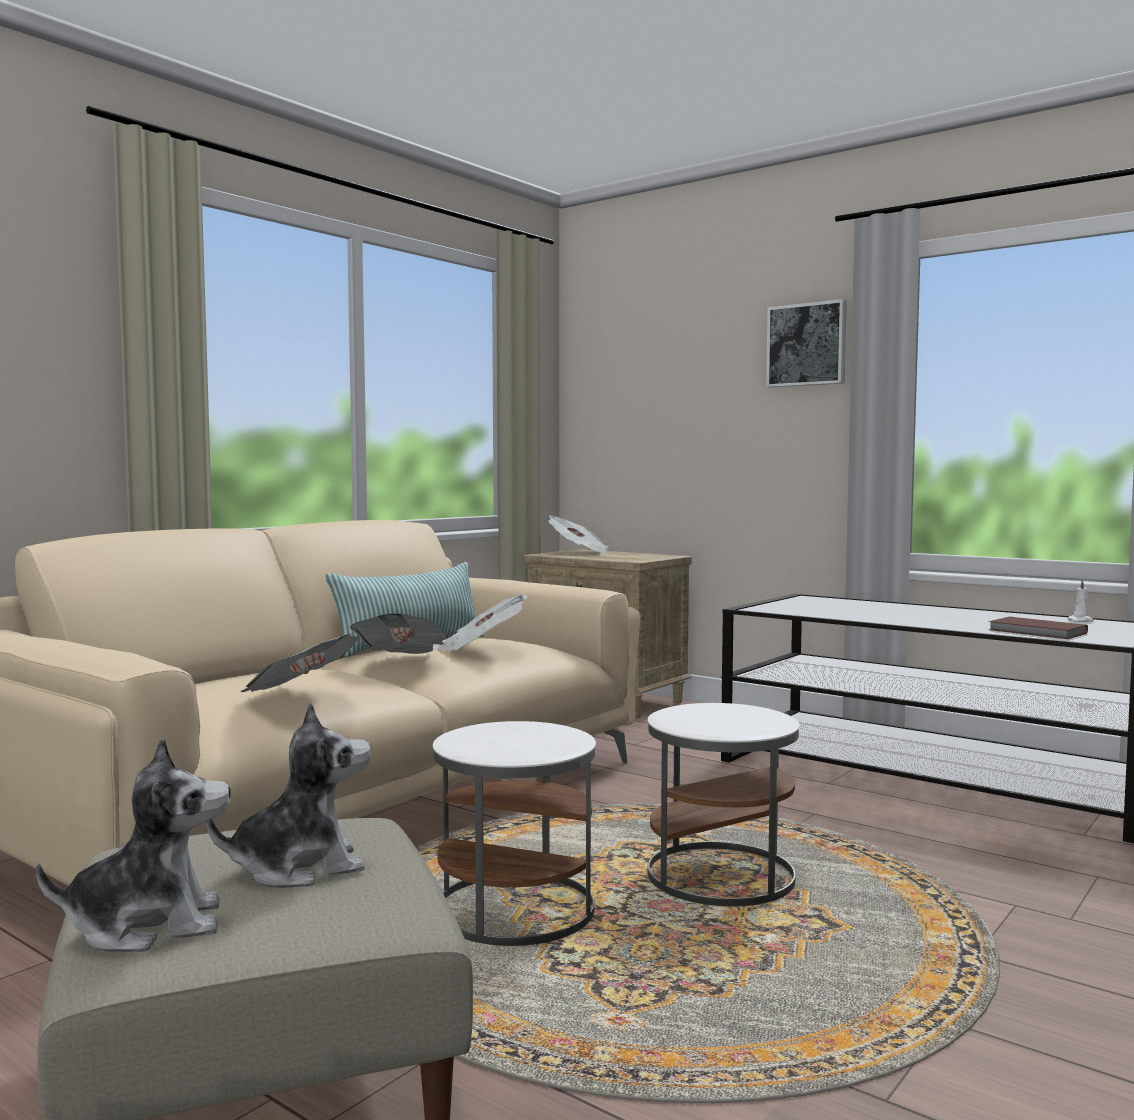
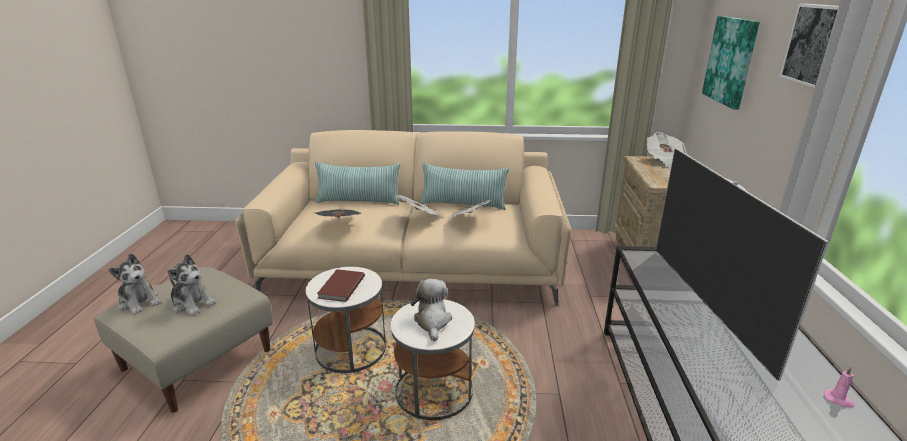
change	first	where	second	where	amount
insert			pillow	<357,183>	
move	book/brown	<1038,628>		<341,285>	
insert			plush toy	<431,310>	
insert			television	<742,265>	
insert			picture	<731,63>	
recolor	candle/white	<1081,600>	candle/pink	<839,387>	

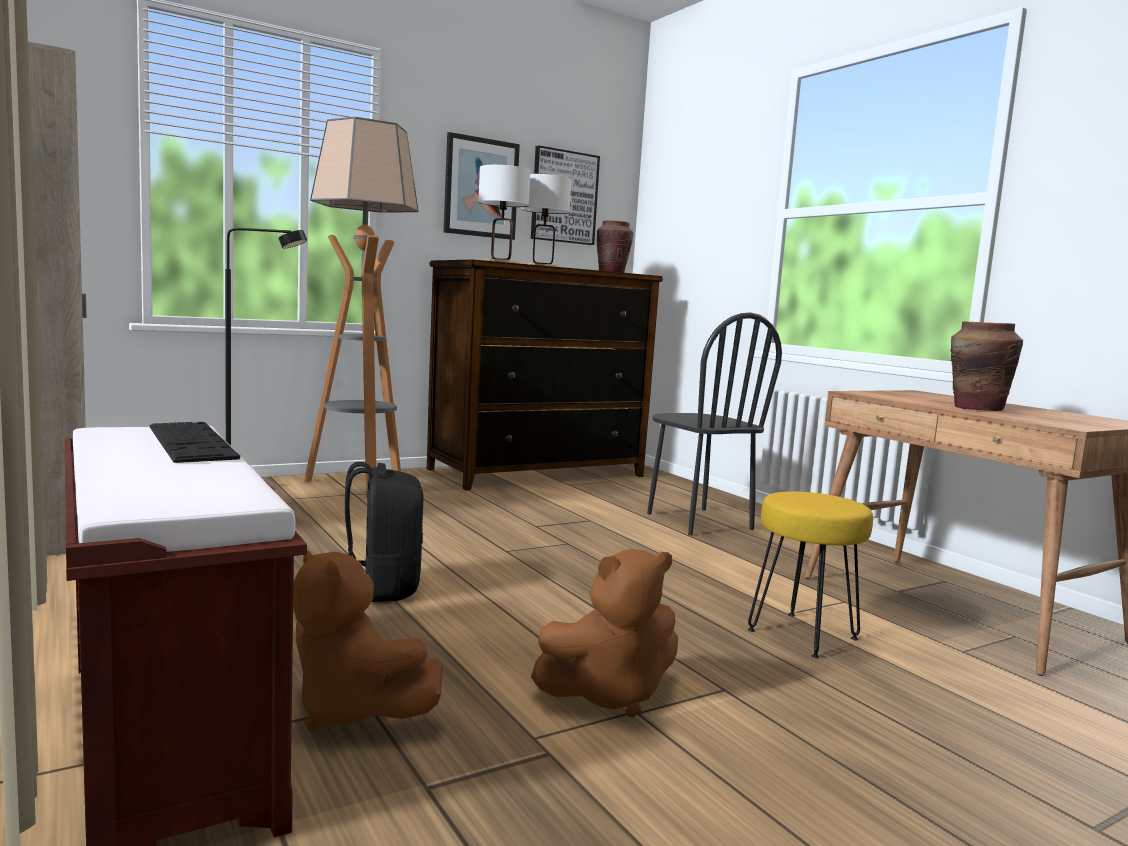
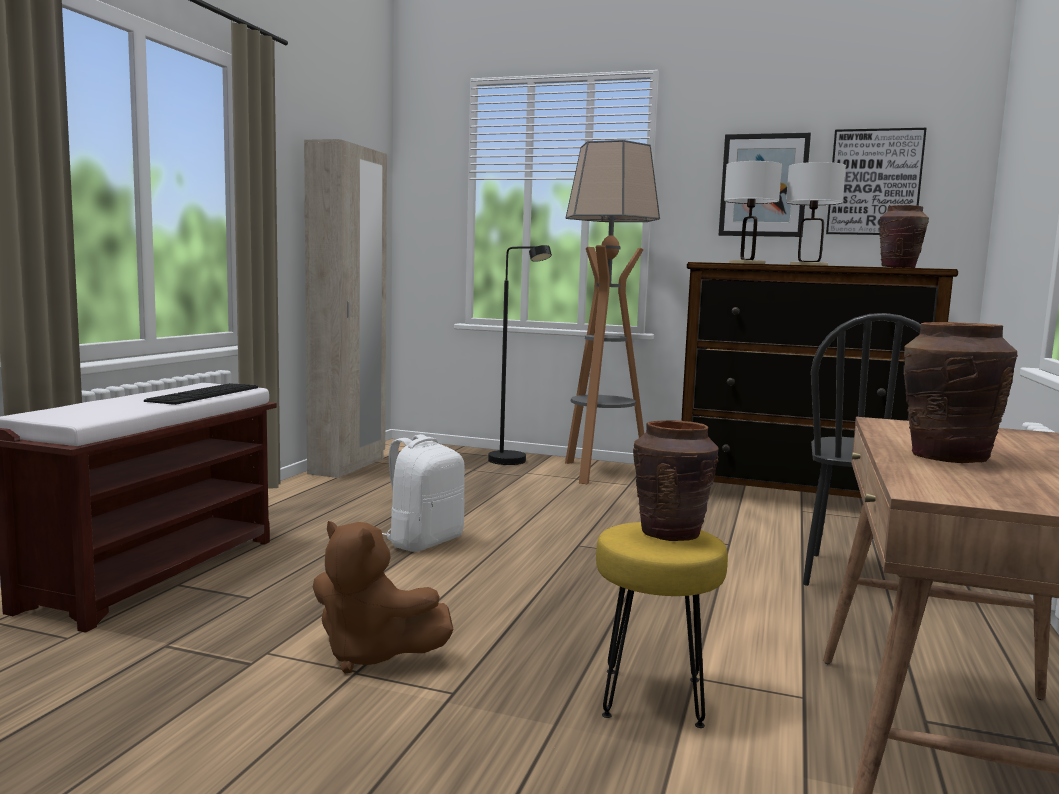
change	first	where	second	where	amount
recolor	backpack/black	<384,532>	backpack/white	<423,493>	
insert			vase/brown	<676,480>	
delete	plush toy/brown	<368,640>			

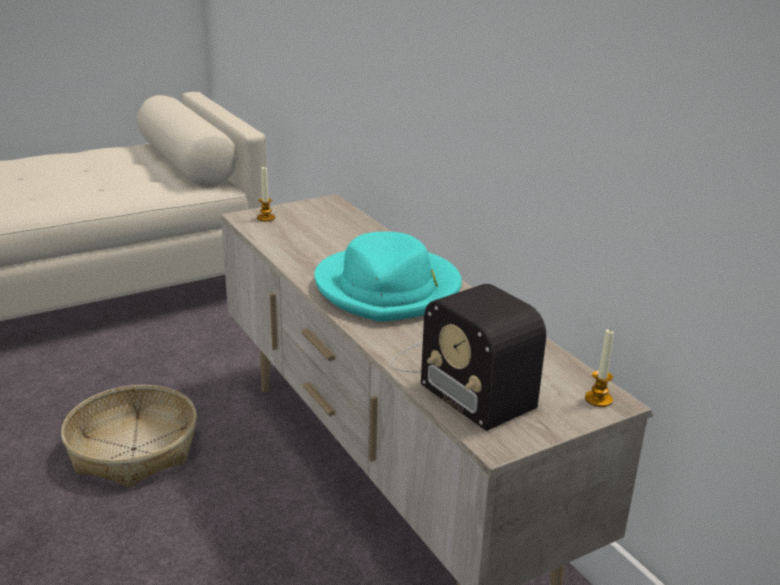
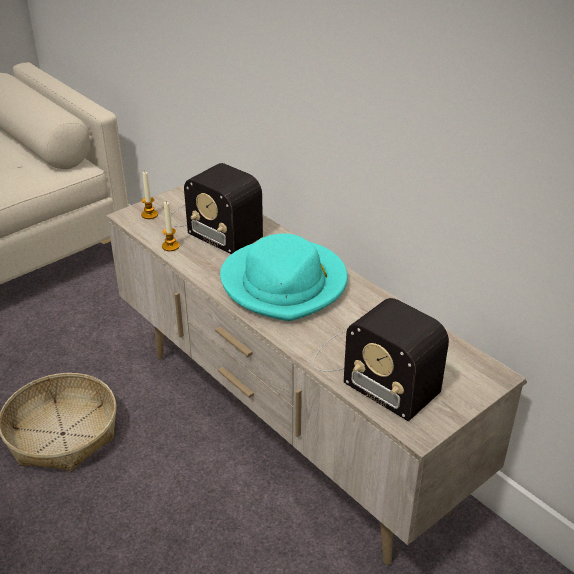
change	first	where	second	where	amount
move	candle	<599,368>		<171,226>	
insert			radio	<217,208>	

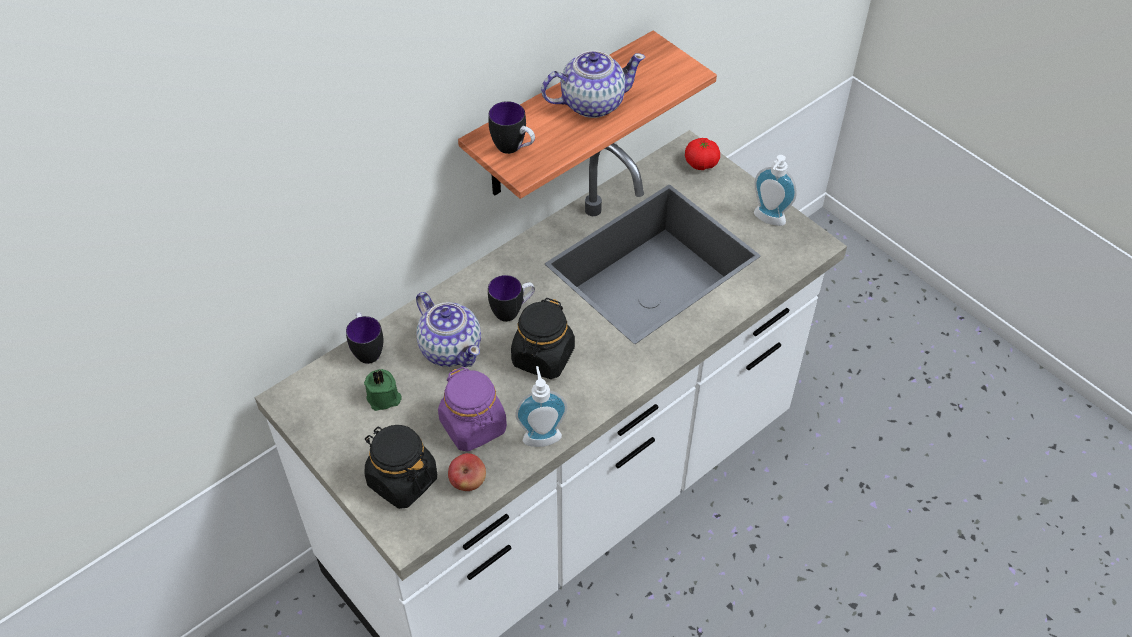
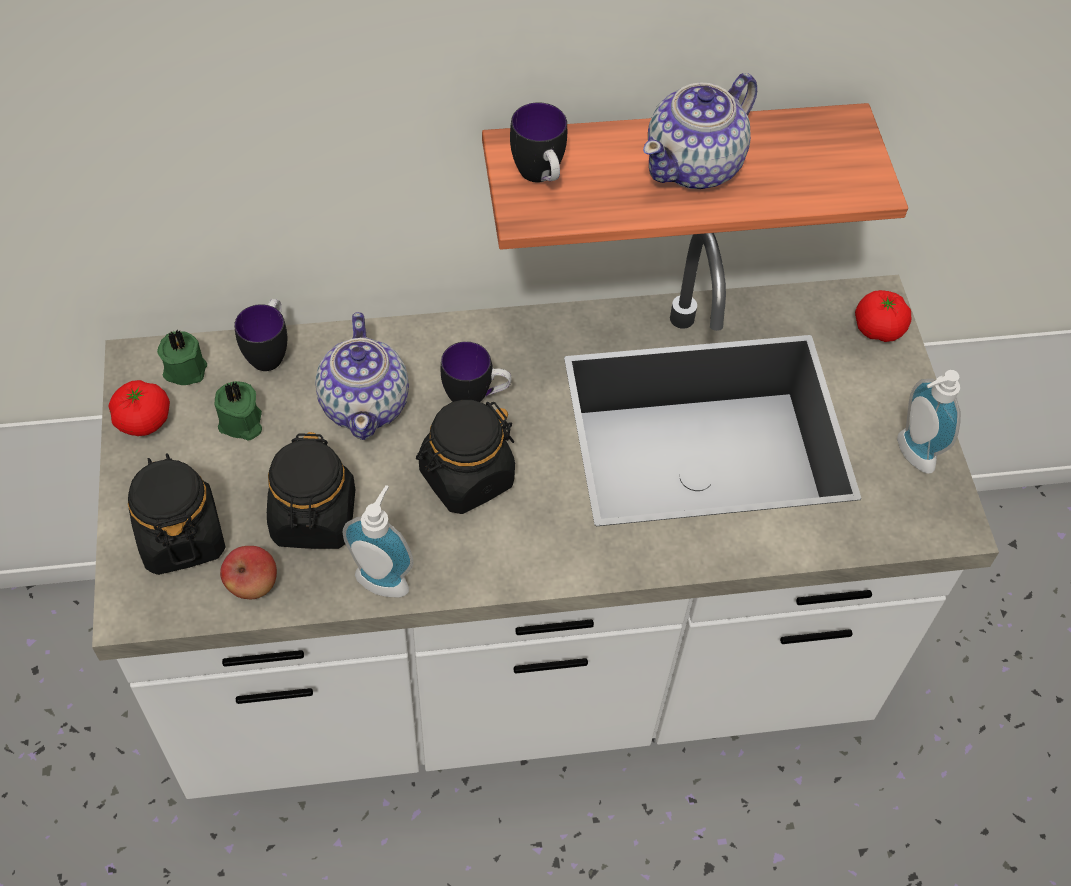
change	first	where	second	where	amount
insert			tomato	<139,408>	
insert			candle/green	<182,357>	
recolor	jar/purple	<472,409>	jar/black	<311,490>	
rotate	teapot	<593,84>		<700,131>	120 degrees clockwise

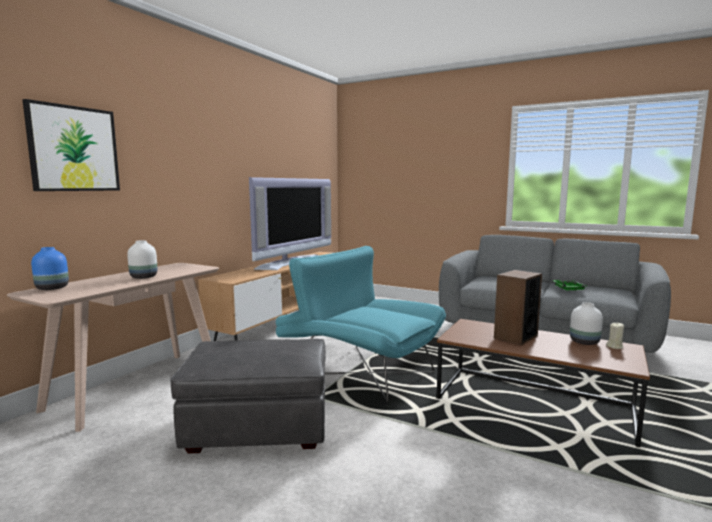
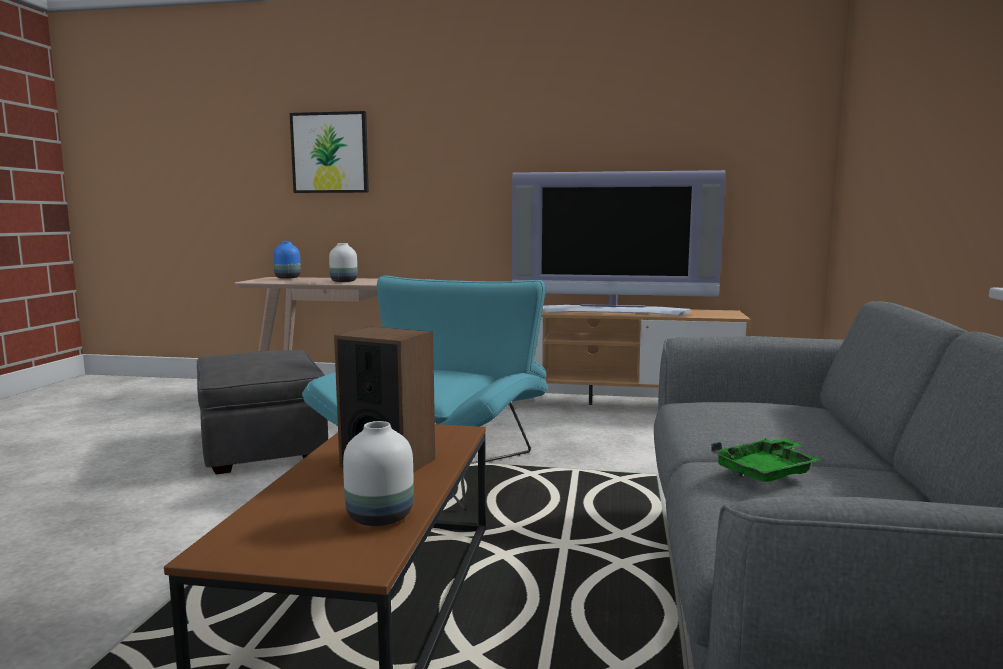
change	first	where	second	where	amount
delete	candle/beige	<615,335>			

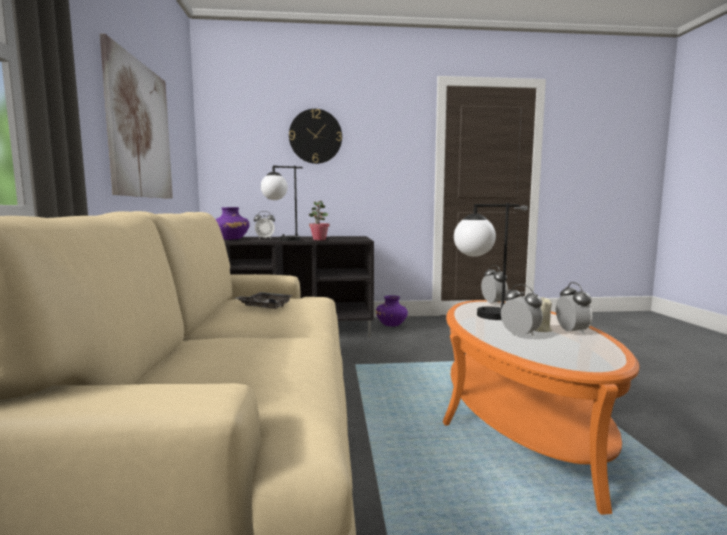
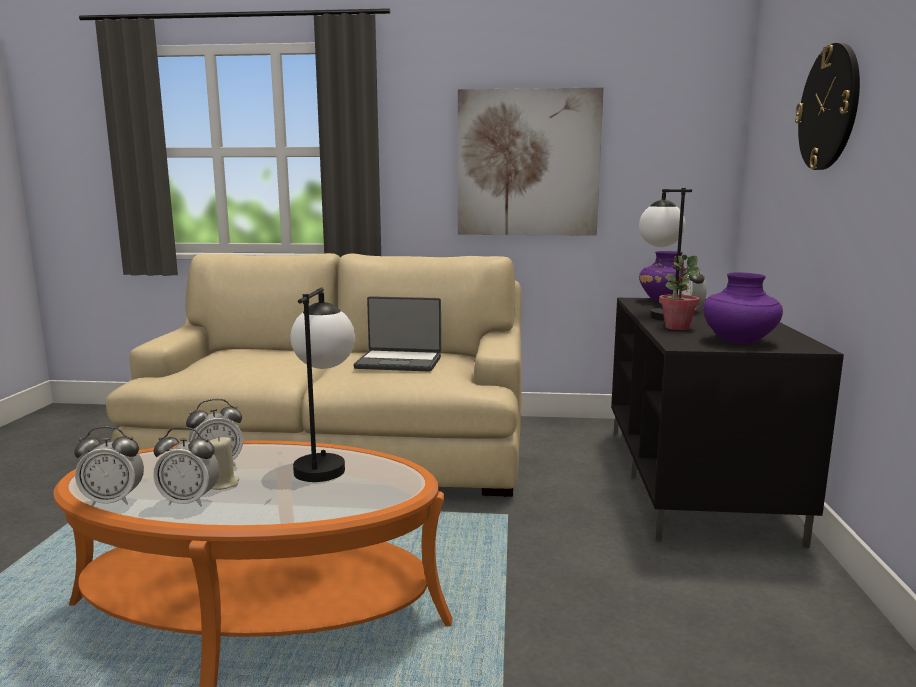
change	first	where	second	where	amount
move	alarm clock	<494,284>		<109,466>	
replace	tray/grey	<263,300>	laptop	<397,334>	
move	vase/purple	<392,311>		<743,308>	

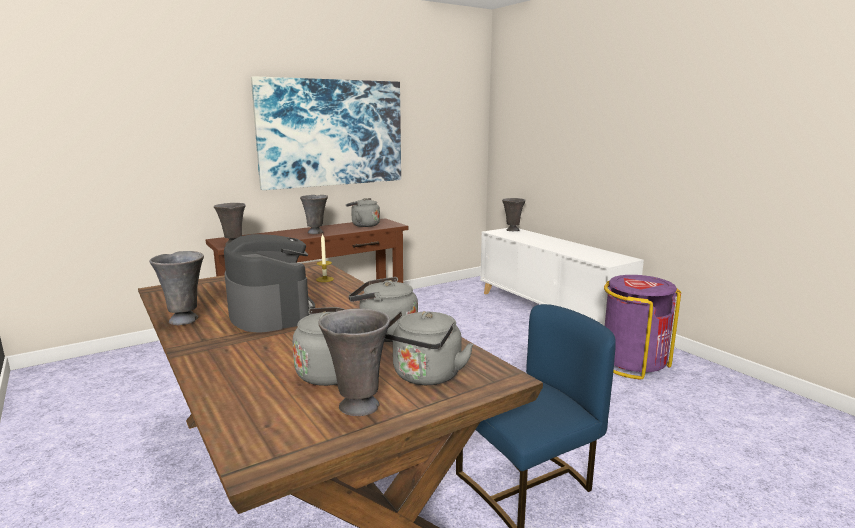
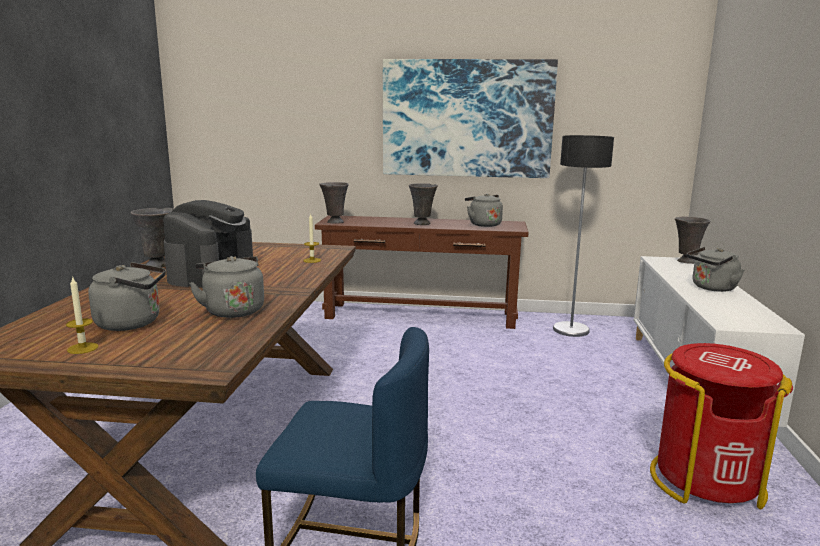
change	first	where	second	where	amount
replace	vase/grey	<354,362>	candle	<82,315>	
insert			floor lamp	<583,236>	
recolor	trash can/purple	<643,327>	trash can/red	<721,426>	
move	kettle/grey	<429,348>		<715,269>	

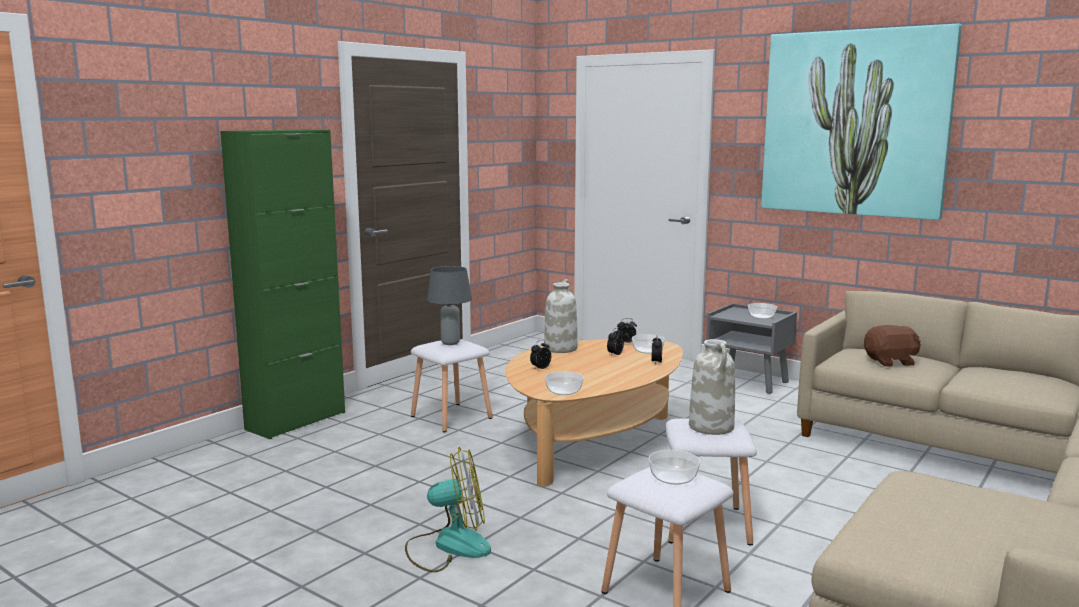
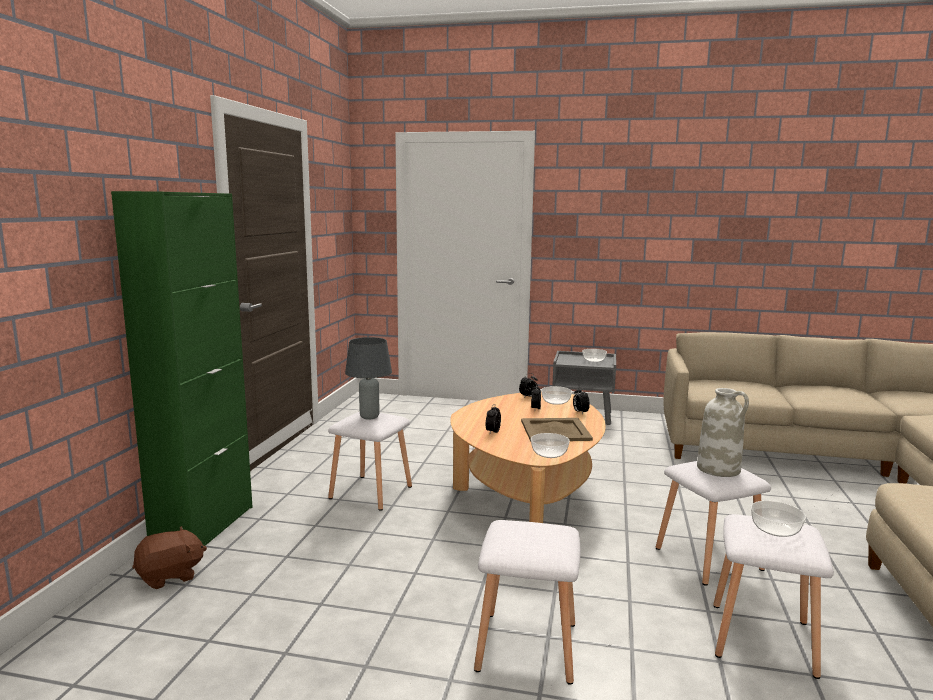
change	first	where	second	where	amount
move	plush toy/brown	<892,346>		<169,557>	
replace	fan	<448,509>	stool/white	<527,602>	
insert			tray/beige	<557,430>	
delete	vase/white	<561,316>			
delete	picture	<861,122>			

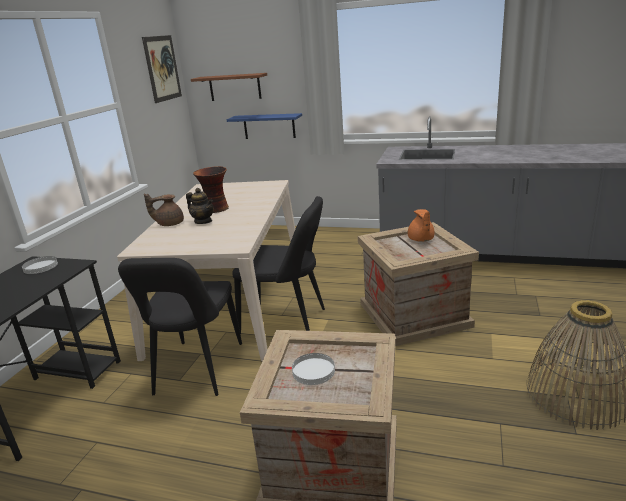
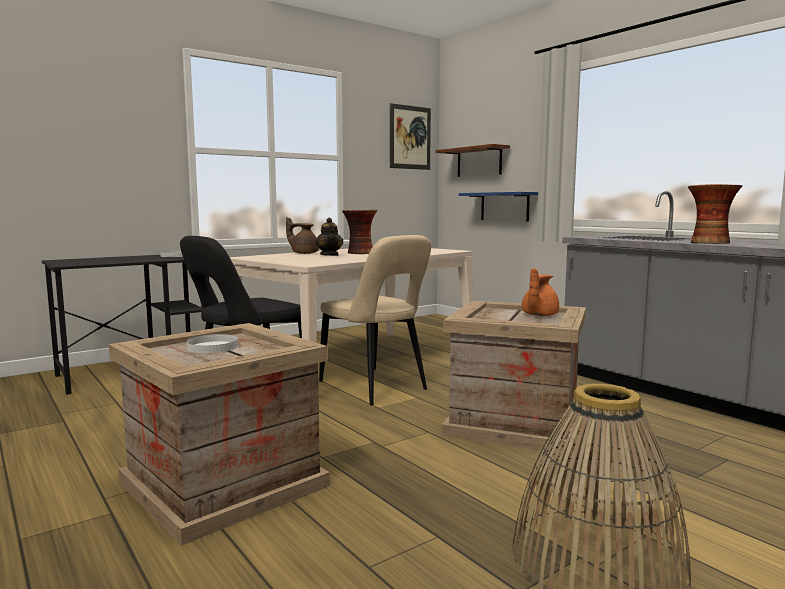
change	first	where	second	where	amount
recolor	chair/black	<278,265>	chair/beige	<375,320>	
insert			vase	<715,214>	

